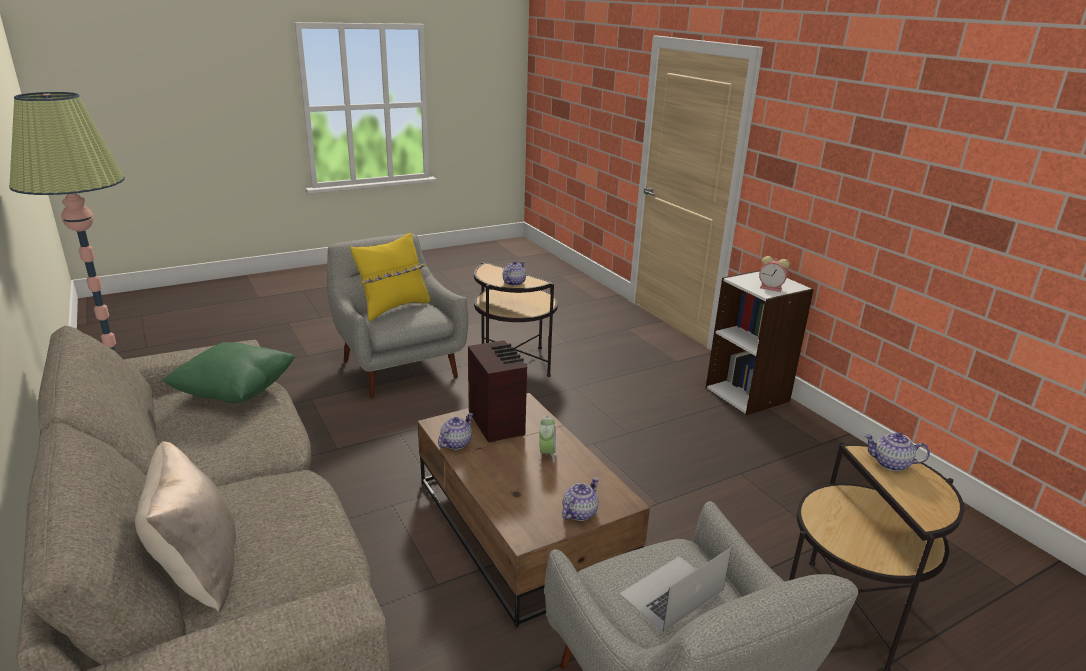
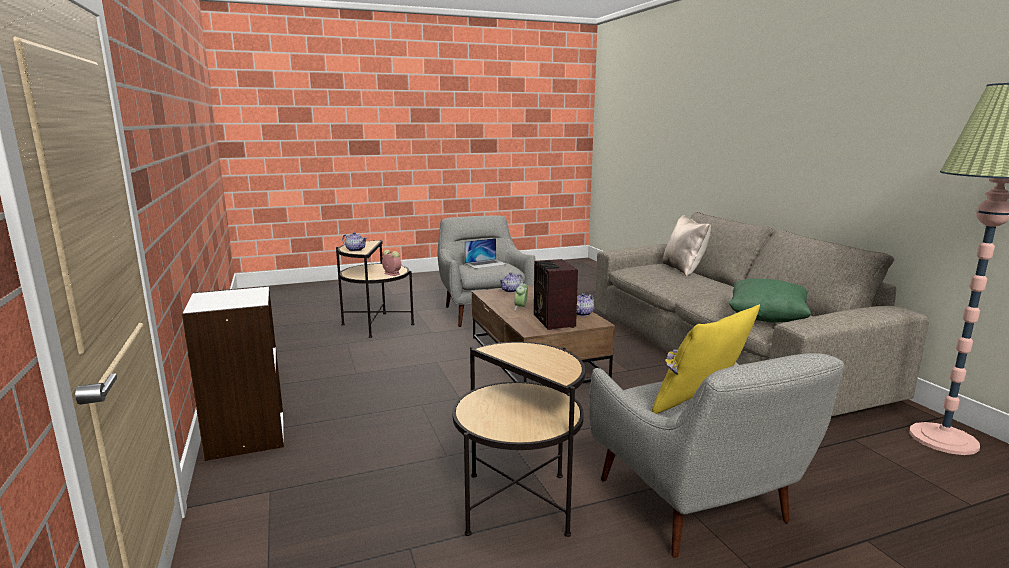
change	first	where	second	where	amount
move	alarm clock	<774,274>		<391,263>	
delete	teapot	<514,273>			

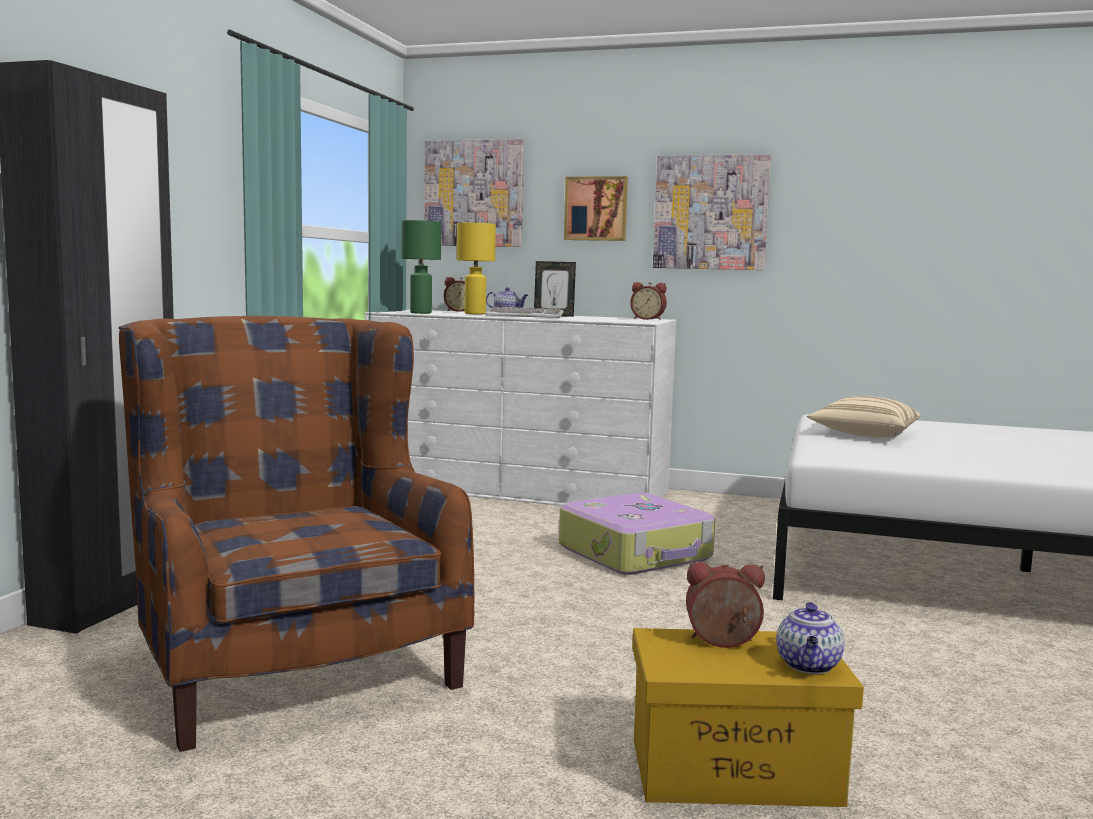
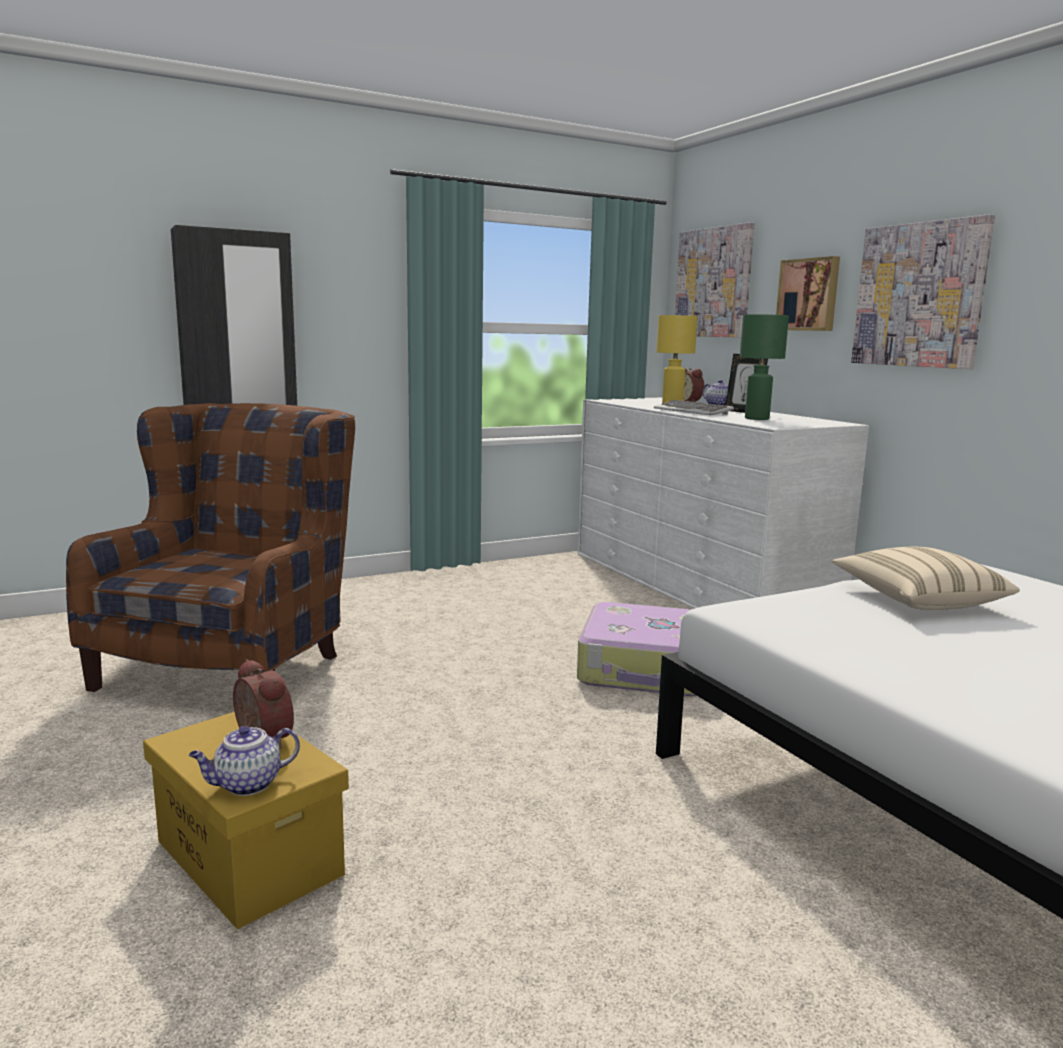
change	first	where	second	where	amount
move	table lamp/green	<421,267>		<764,367>	
delete	alarm clock	<648,301>			

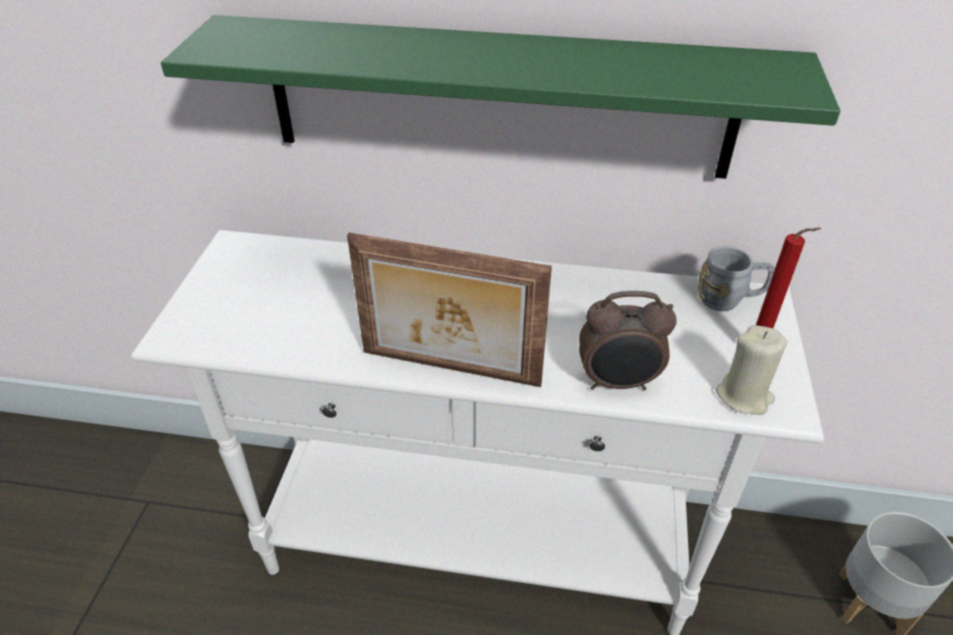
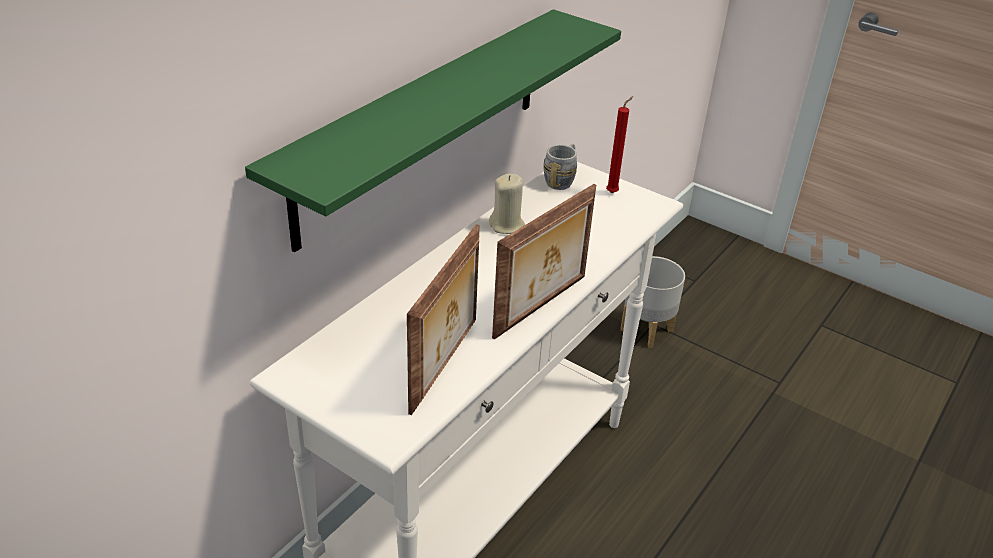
change	first	where	second	where	amount
insert			picture frame	<443,319>	
move	candle/beige	<751,370>		<507,204>	
delete	alarm clock	<627,340>			

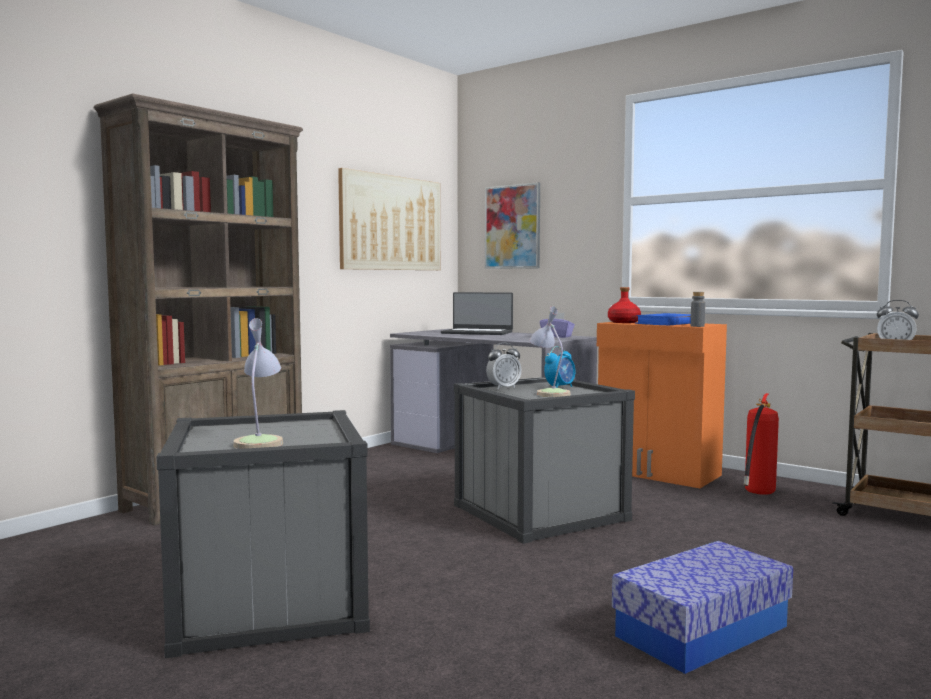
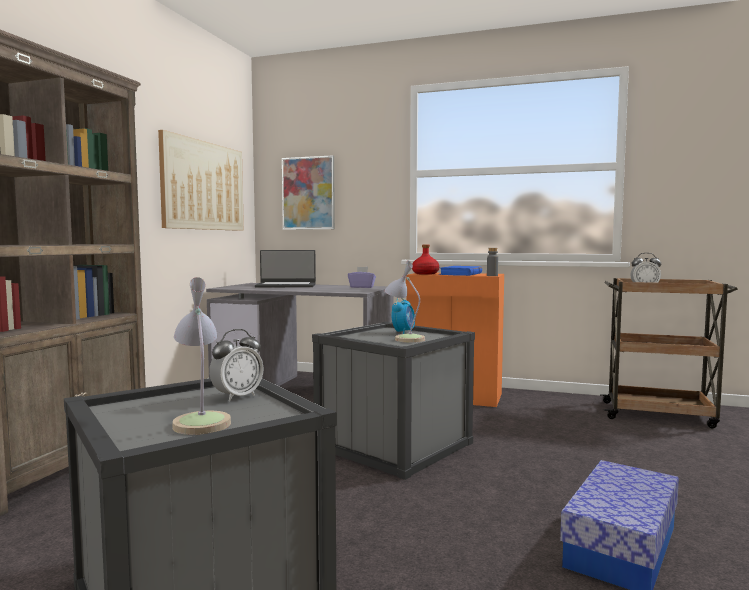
change	first	where	second	where	amount
move	alarm clock	<503,366>		<236,365>	
delete	fire extinguisher	<761,444>			

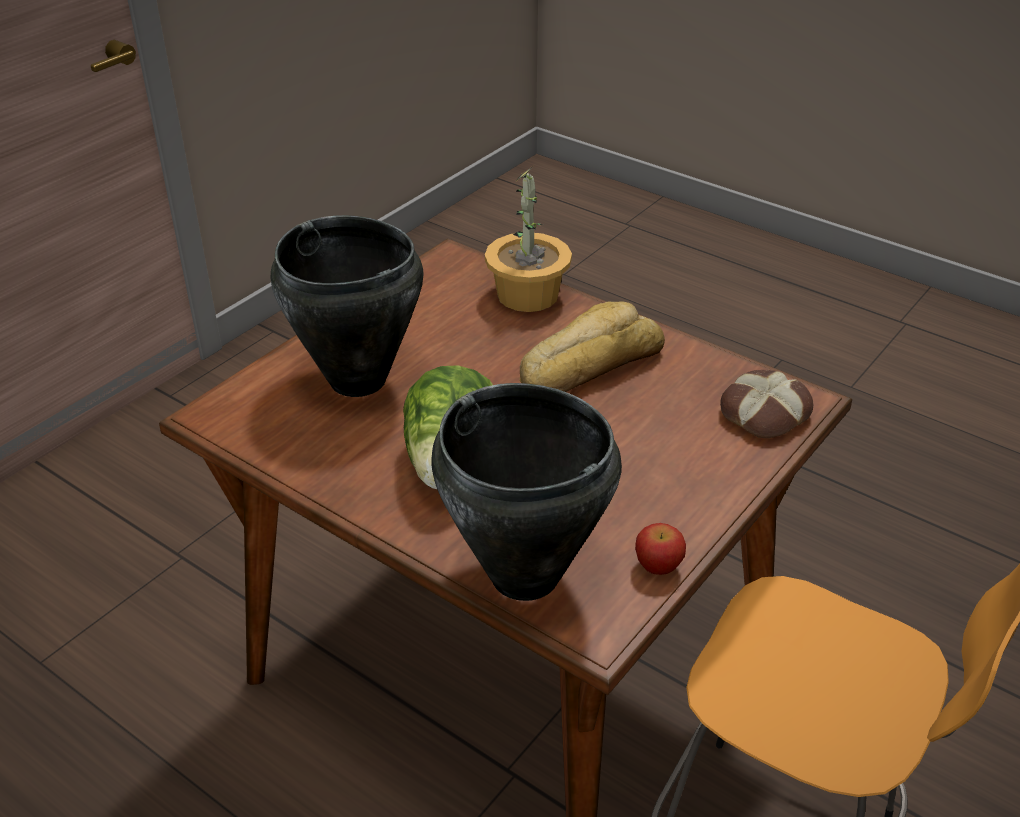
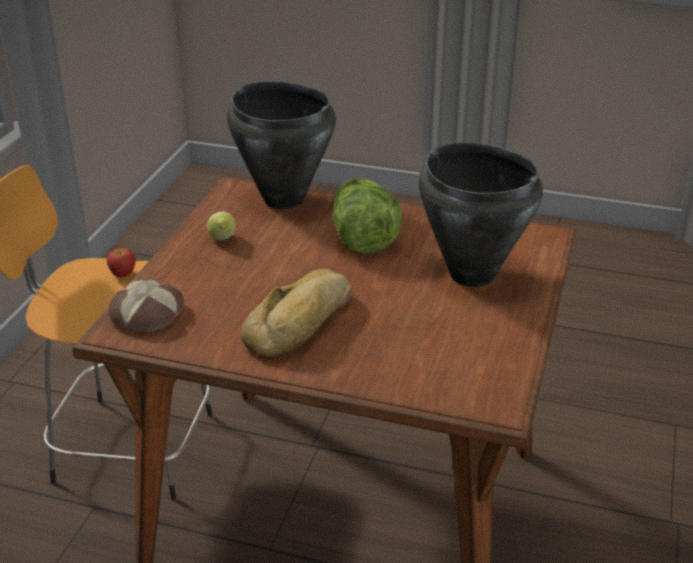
change	first	where	second	where	amount
move	apple	<660,549>		<121,262>	
insert			lemon	<221,226>	
delete	potted plant	<528,238>			

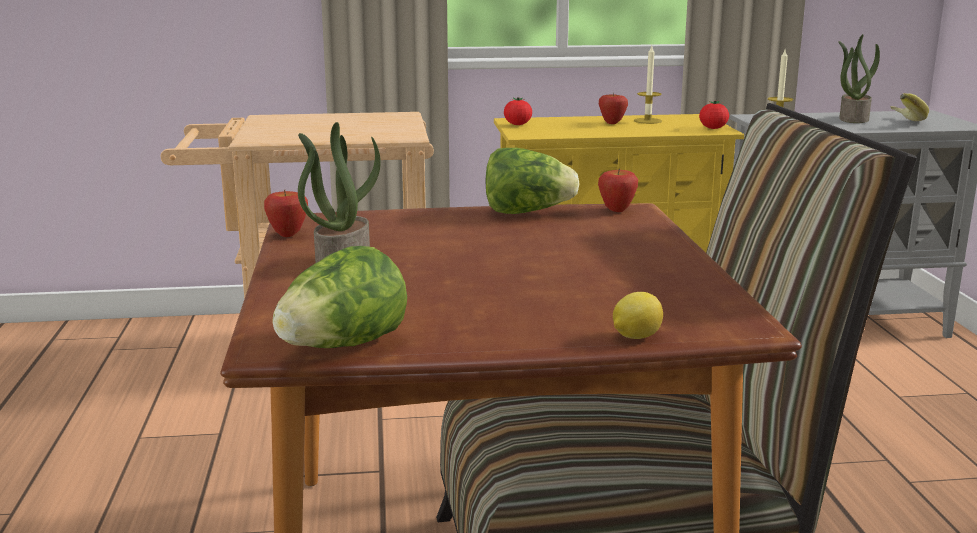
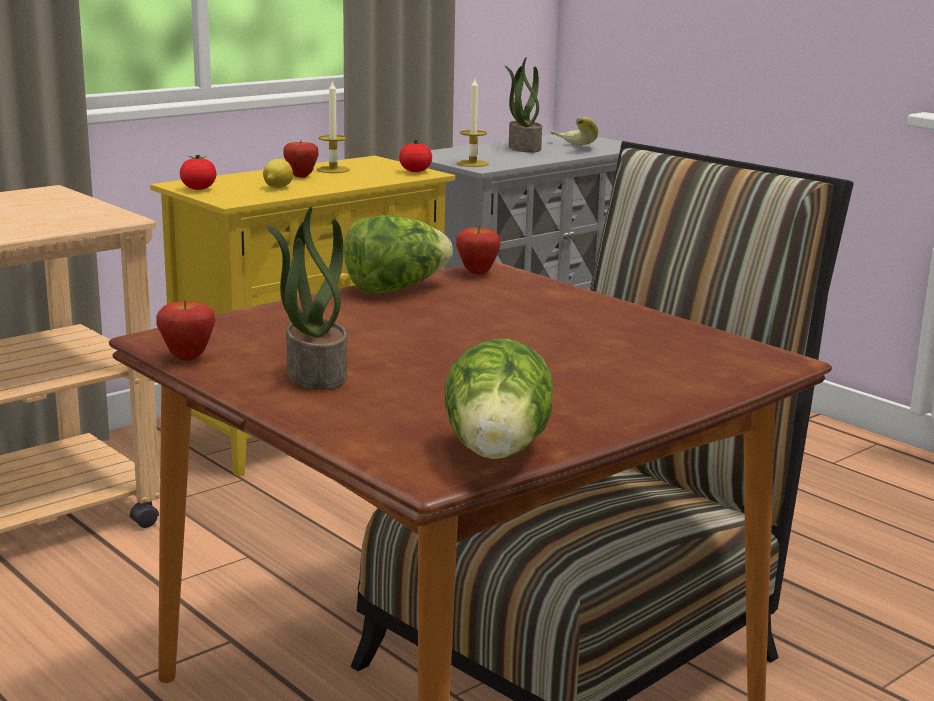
change	first	where	second	where	amount
move	lemon	<638,315>		<278,173>	

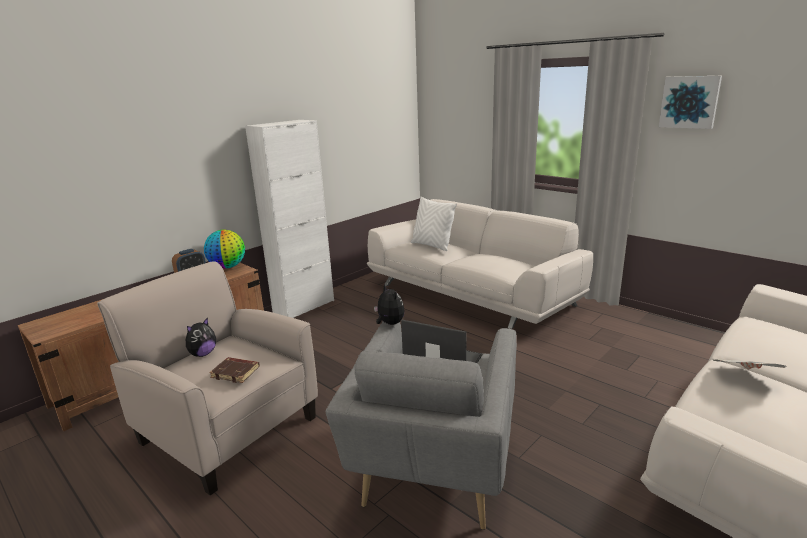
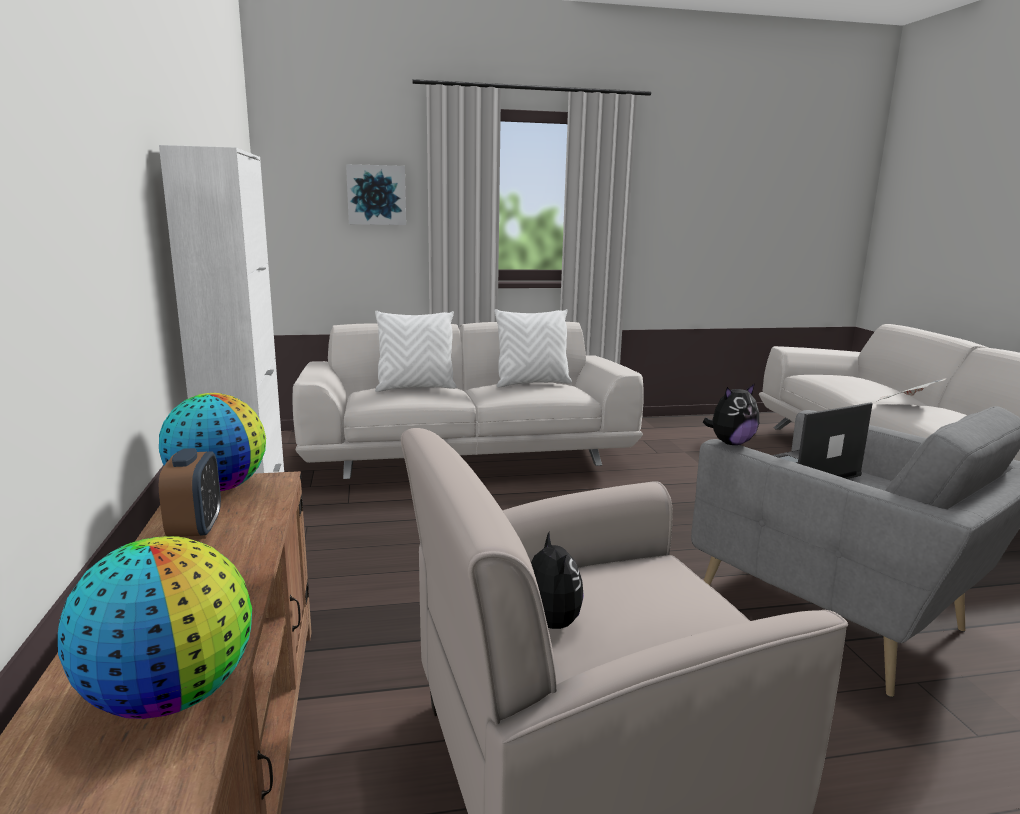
change	first	where	second	where	amount
insert			globe	<155,627>	
move	picture	<690,102>		<376,194>	
insert			pillow/white	<533,348>	
rotate	plush toy	<389,304>		<731,414>	150 degrees clockwise
delete	book/brown	<234,370>			

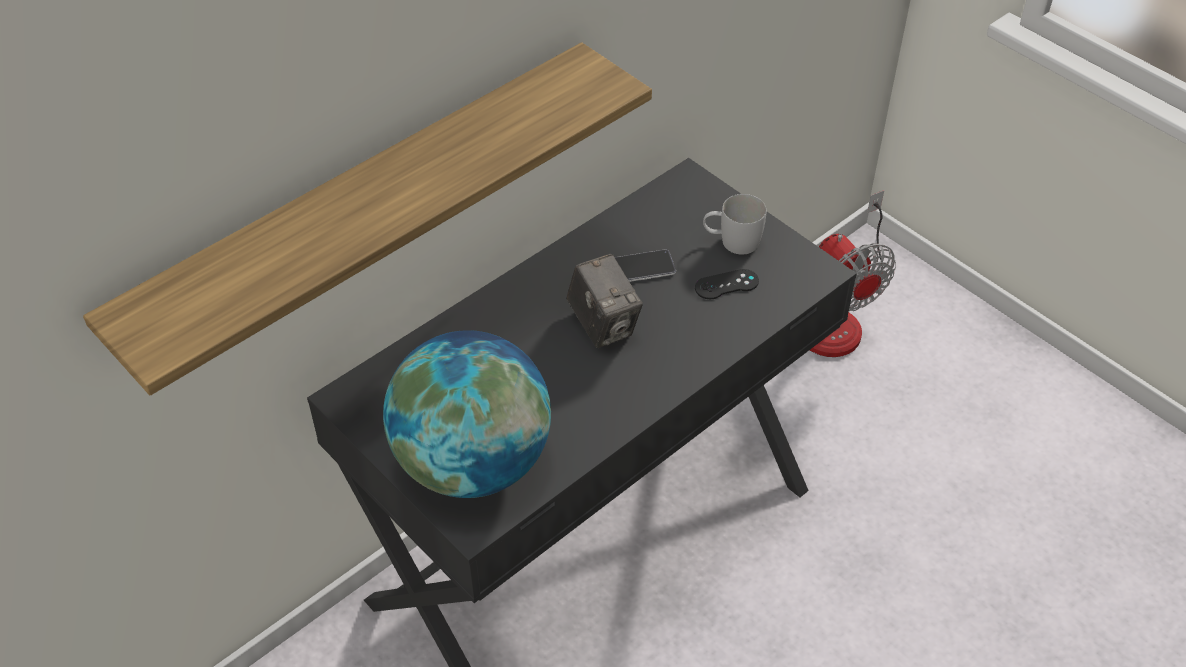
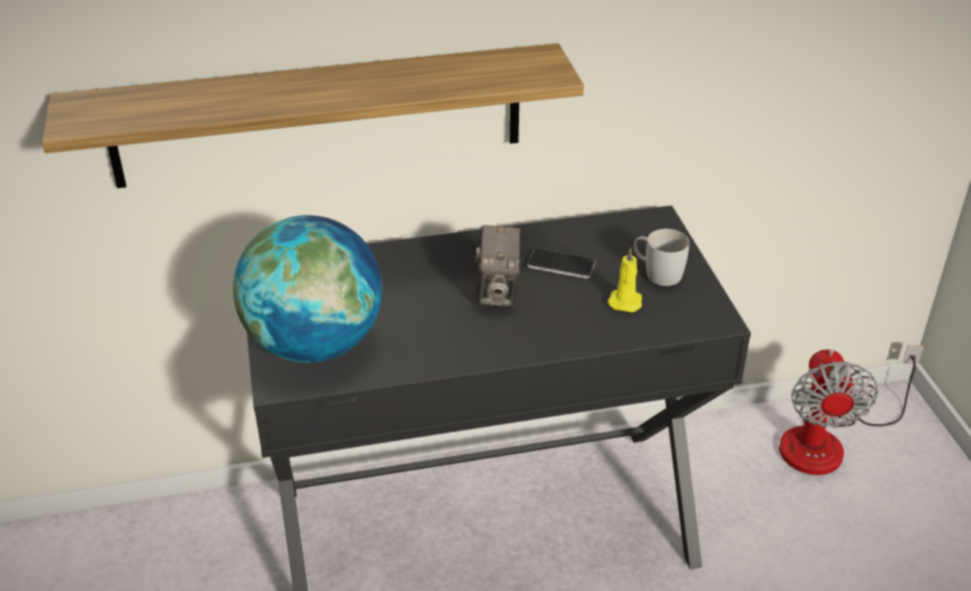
change	first	where	second	where	amount
replace	game controller/black	<727,284>	candle/yellow	<625,280>	

